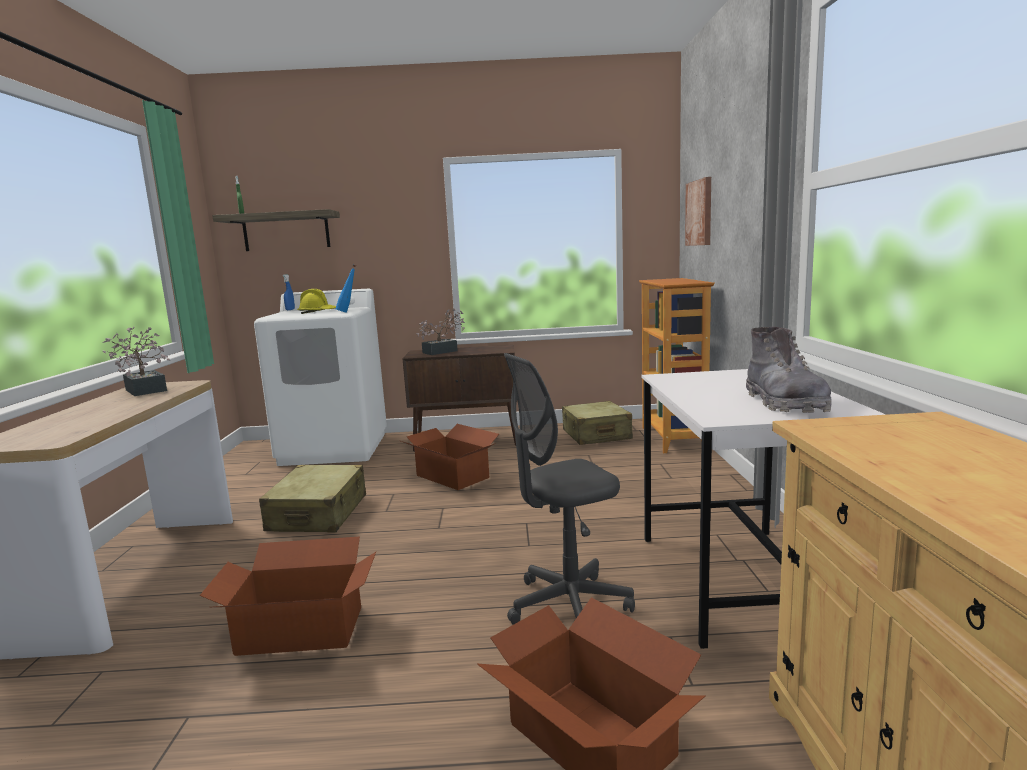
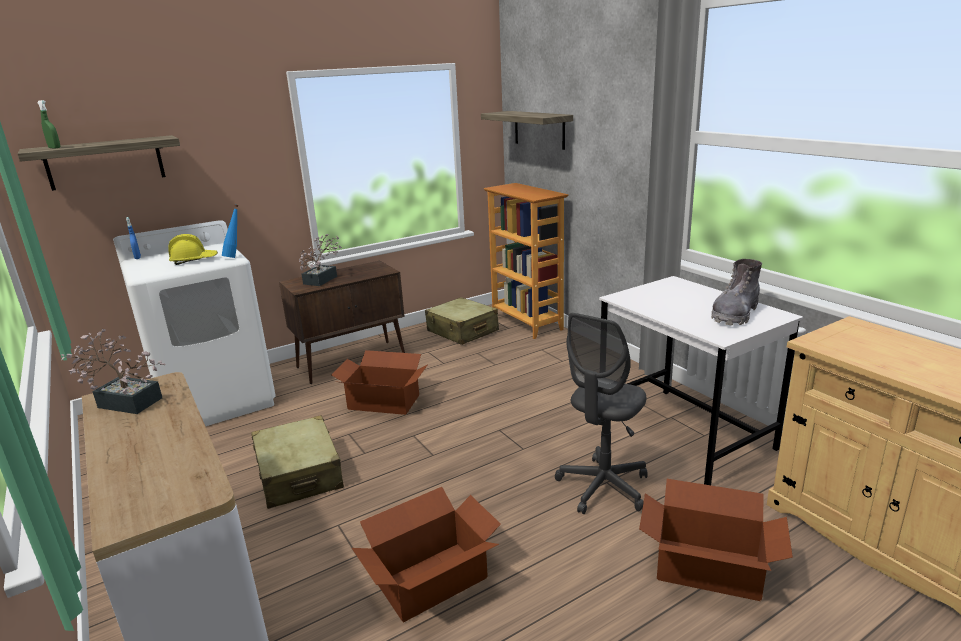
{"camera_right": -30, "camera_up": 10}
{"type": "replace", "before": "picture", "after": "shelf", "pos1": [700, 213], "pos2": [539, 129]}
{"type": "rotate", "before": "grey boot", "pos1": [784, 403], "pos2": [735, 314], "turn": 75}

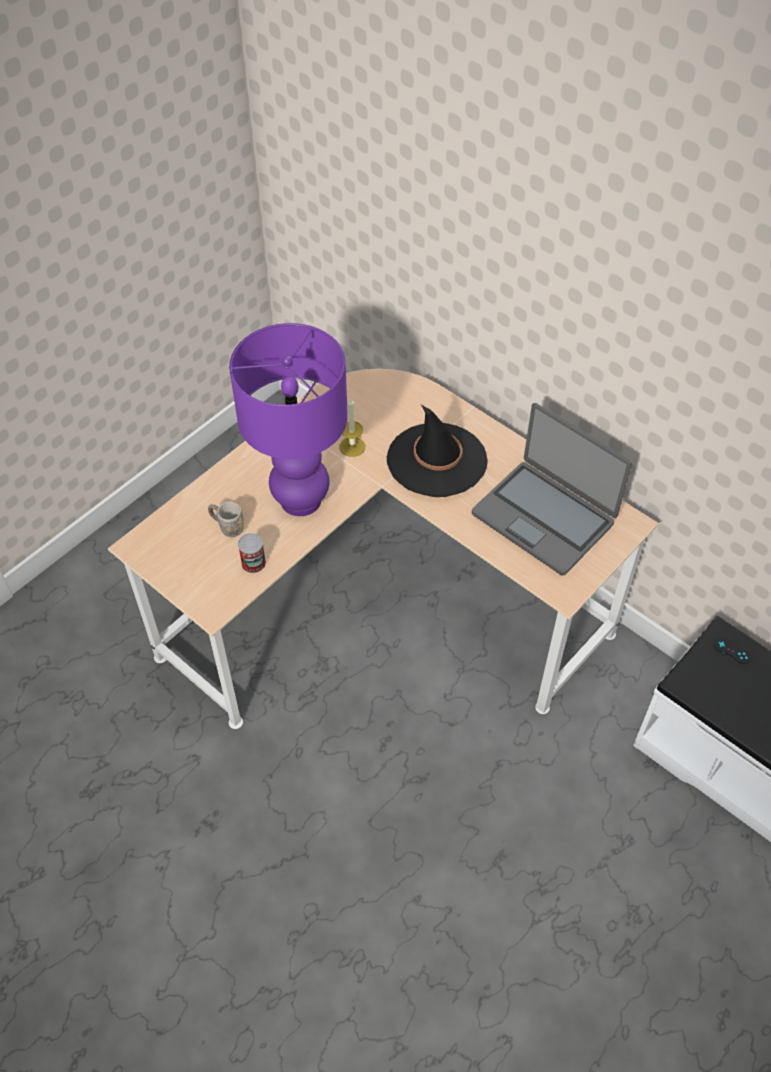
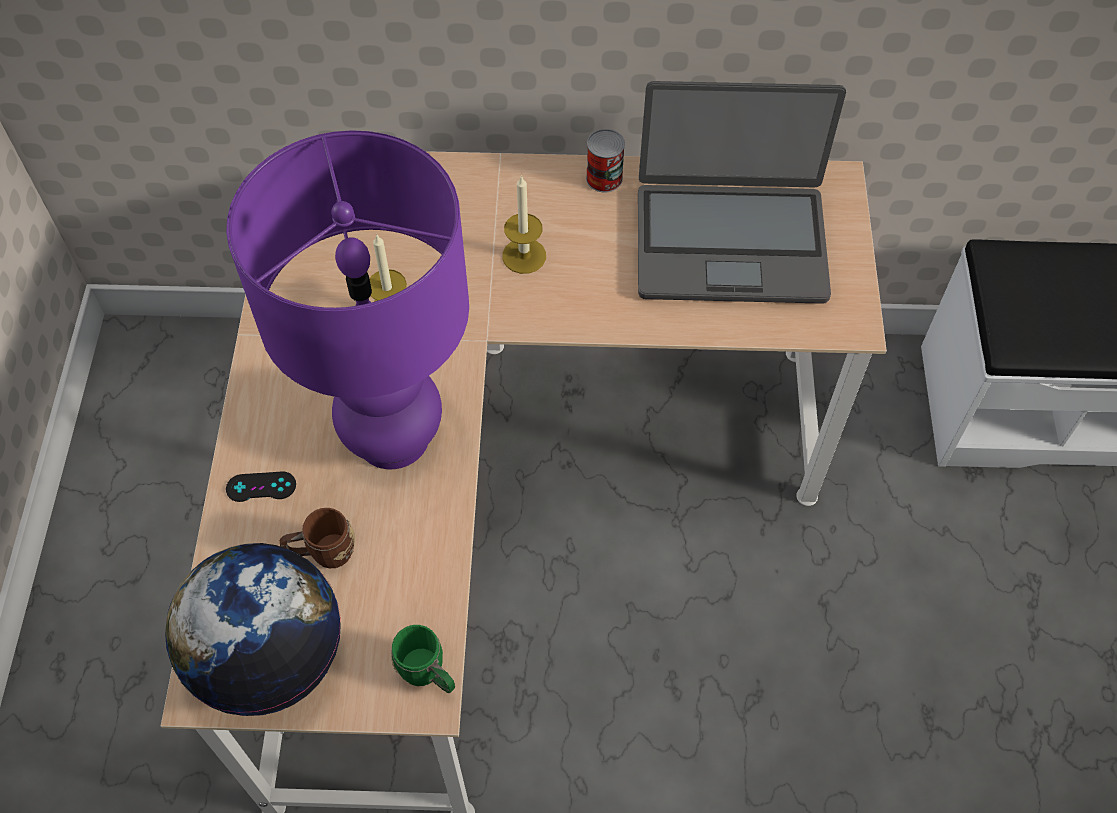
{"camera_right": -40, "camera_up": 5}
{"type": "insert", "after": "globe", "pos2": [270, 657]}
{"type": "insert", "after": "green mug", "pos2": [428, 674]}
{"type": "move", "before": "can", "pos1": [253, 563], "pos2": [604, 178]}
{"type": "move", "before": "black game controller", "pos1": [732, 650], "pos2": [261, 487]}
{"type": "replace", "before": "black hat", "after": "candle", "pos1": [436, 460], "pos2": [524, 256]}
{"type": "recolor", "before": "grey mug", "after": "brown mug", "pos1": [227, 527], "pos2": [323, 553]}

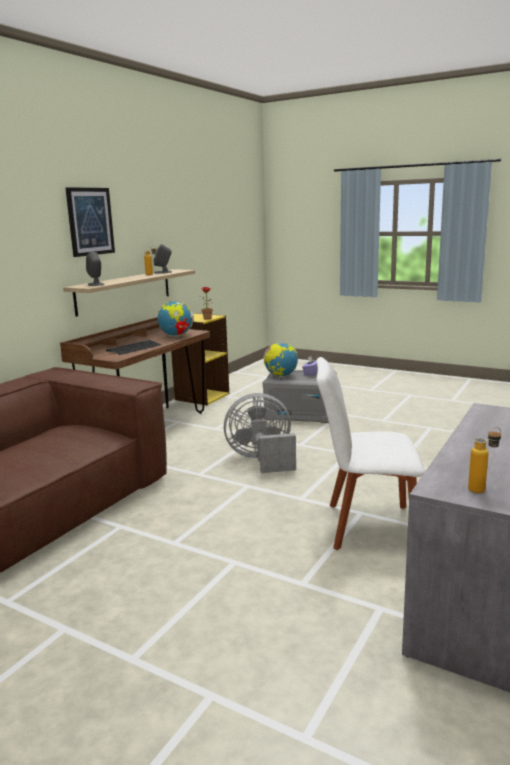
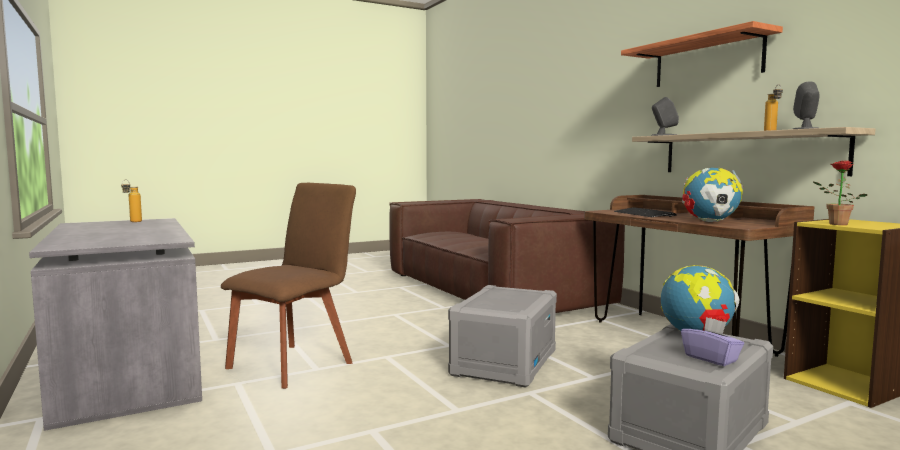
{"camera_right": 120, "camera_up": -10}
{"type": "replace", "before": "picture", "after": "shelf", "pos1": [90, 221], "pos2": [707, 61]}
{"type": "replace", "before": "grey fan", "after": "grey storage box", "pos1": [262, 460], "pos2": [504, 362]}
{"type": "recolor", "before": "white chair", "after": "brown chair", "pos1": [365, 526], "pos2": [294, 363]}

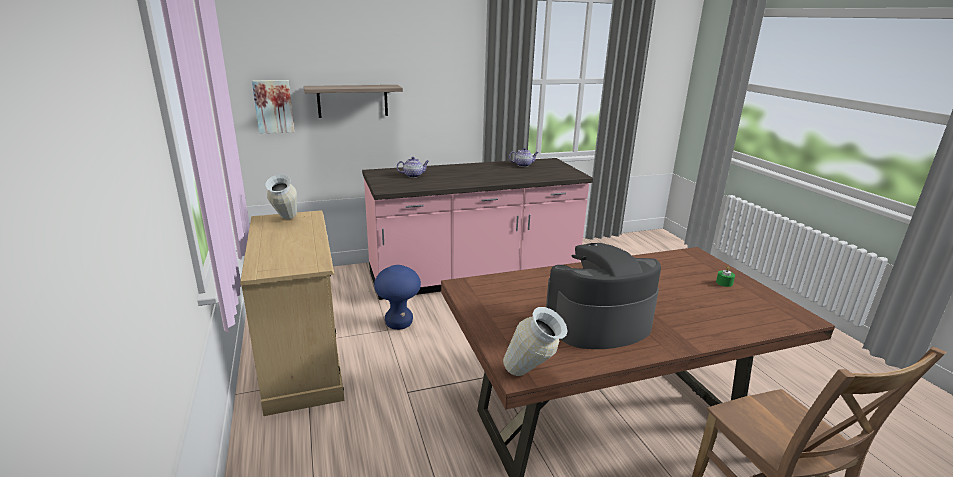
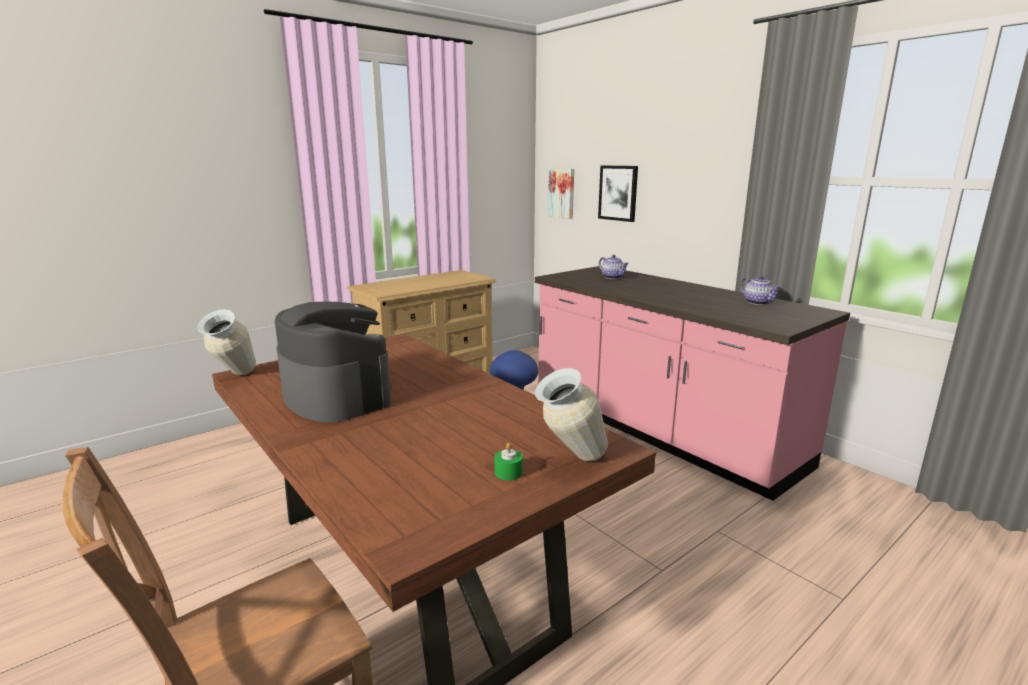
{"camera_right": 70, "camera_up": -5}
{"type": "move", "before": "vase", "pos1": [285, 222], "pos2": [569, 461]}
{"type": "replace", "before": "shelf", "after": "picture", "pos1": [352, 101], "pos2": [618, 193]}

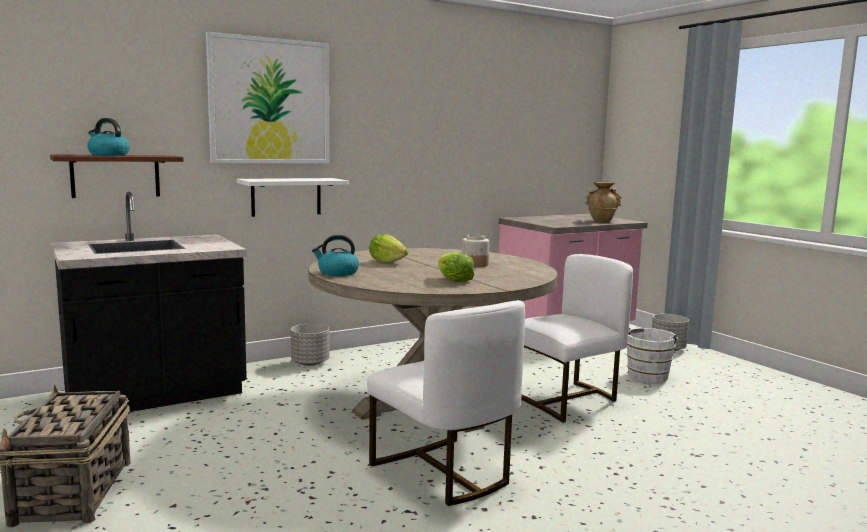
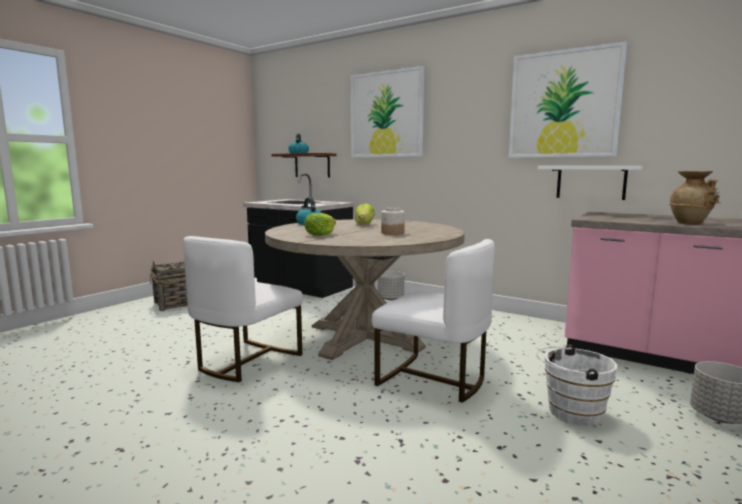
{"camera_right": 65, "camera_up": 0}
{"type": "insert", "after": "picture", "pos2": [564, 104]}
{"type": "move", "before": "white shelf", "pos1": [286, 196], "pos2": [591, 182]}

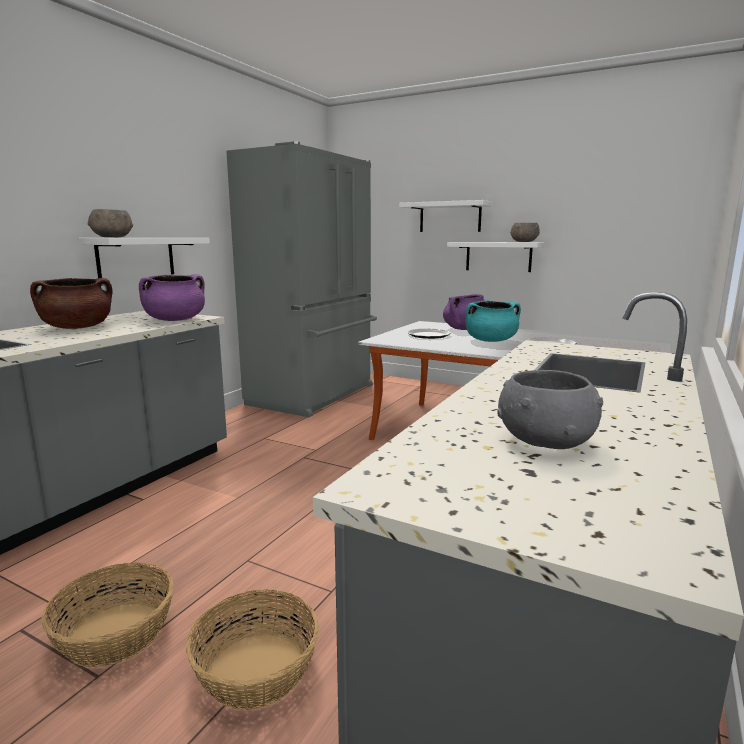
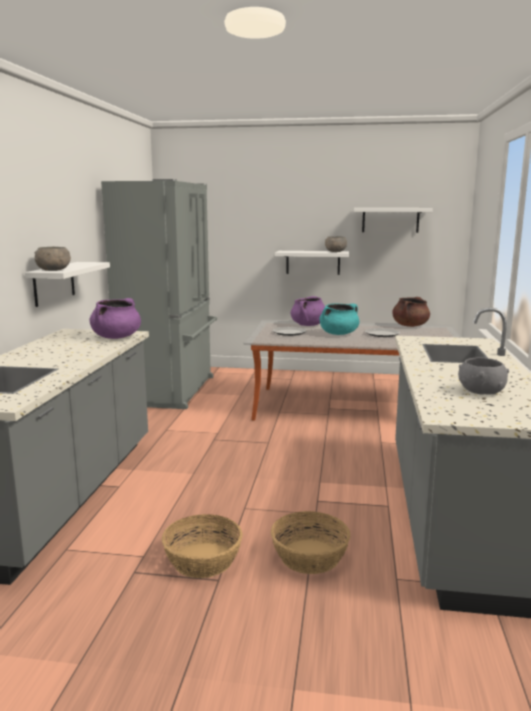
{"camera_right": -20, "camera_up": 0}
{"type": "move", "before": "brown cooking pot", "pos1": [77, 327], "pos2": [410, 325]}
{"type": "move", "before": "white shelf", "pos1": [450, 217], "pos2": [390, 220]}

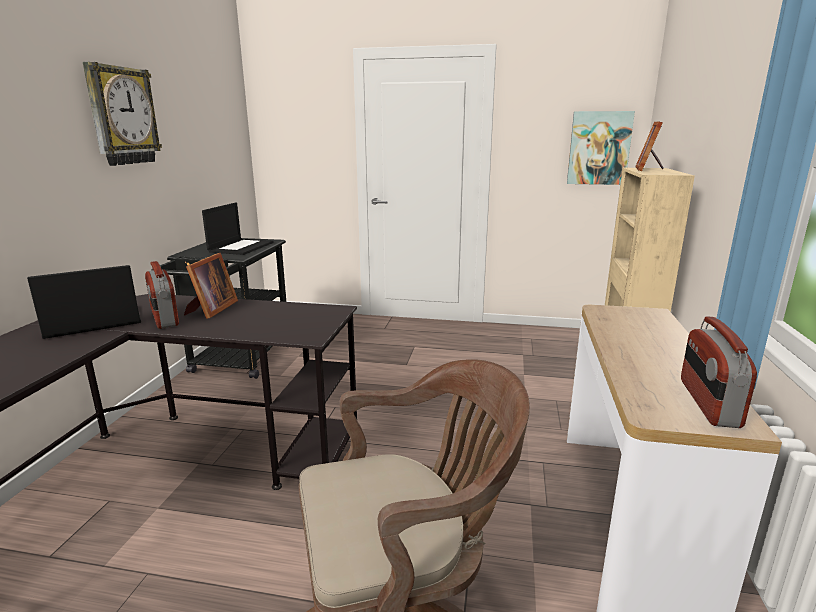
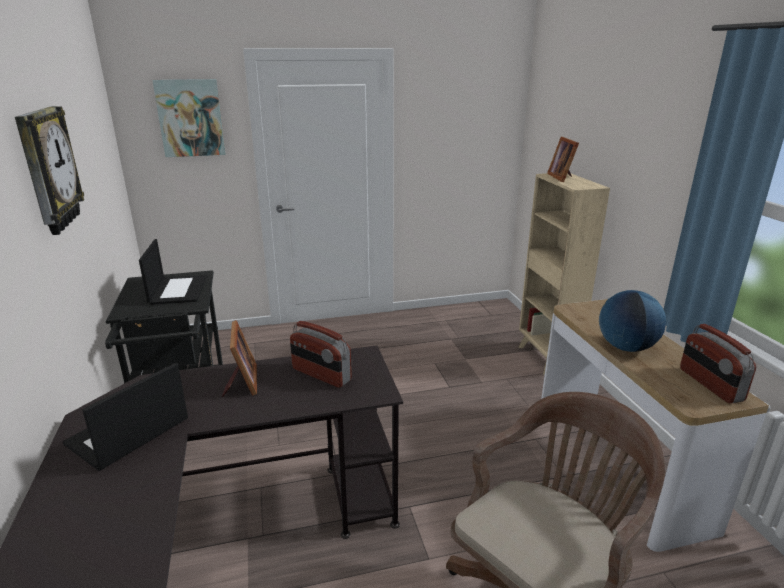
{"camera_right": -25, "camera_up": 5}
{"type": "insert", "after": "globe", "pos2": [626, 347]}
{"type": "move", "before": "radio", "pos1": [164, 318], "pos2": [321, 375]}
{"type": "move", "before": "picture", "pos1": [599, 148], "pos2": [190, 118]}

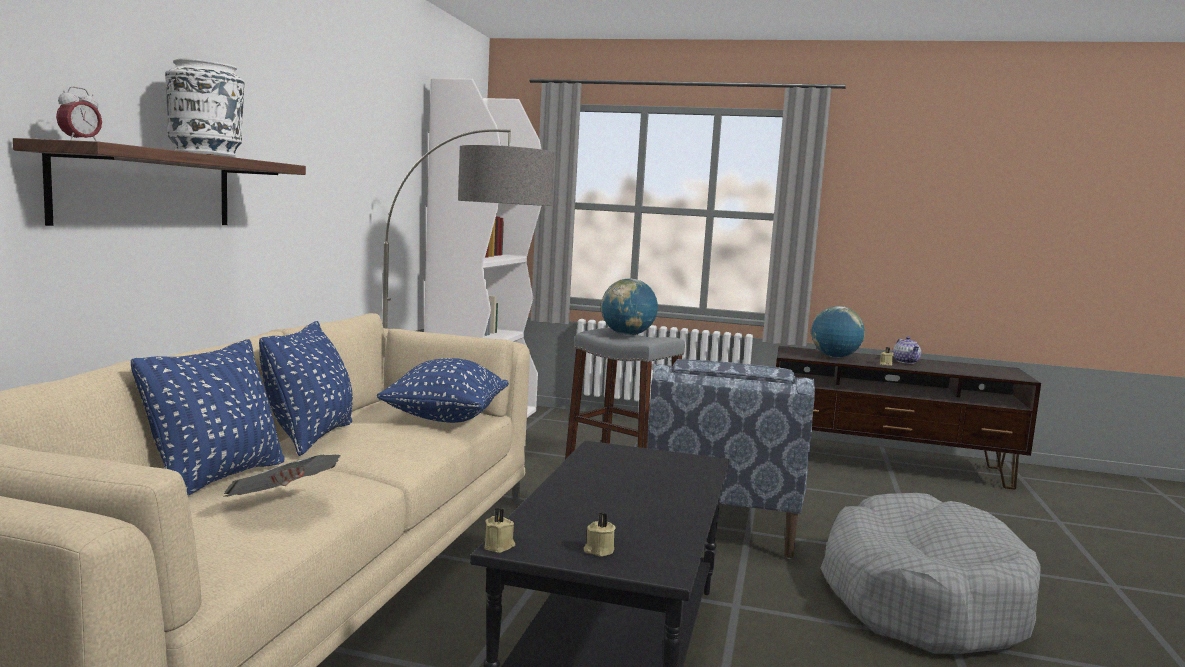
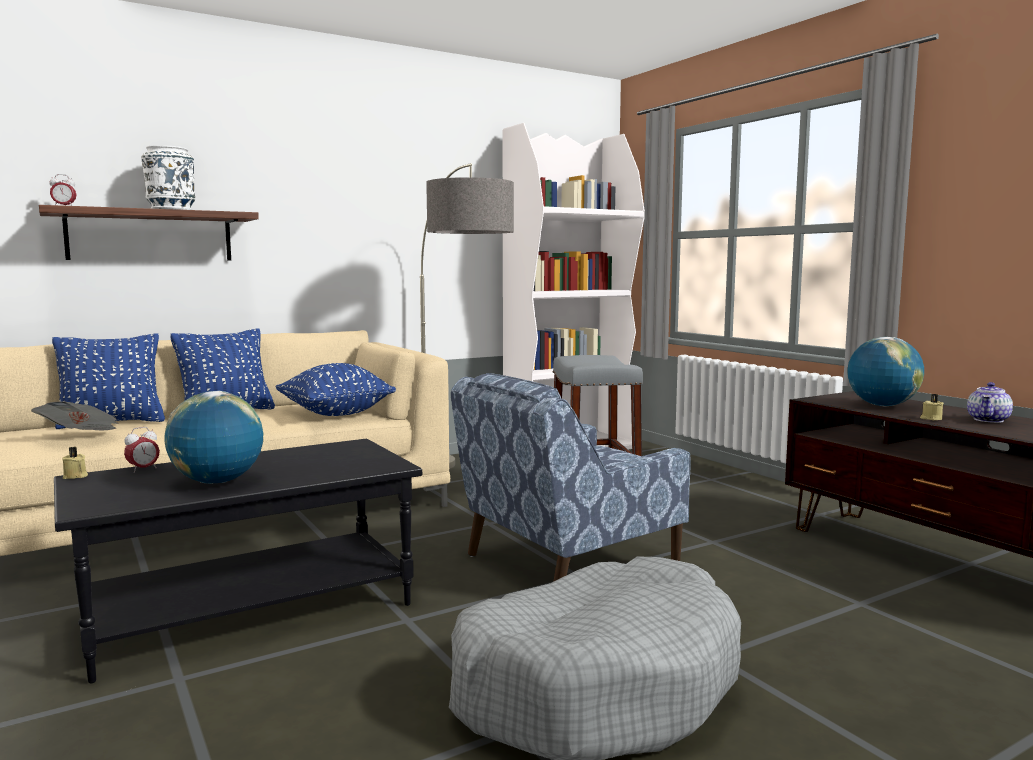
{"camera_right": 45, "camera_up": 0}
{"type": "delete", "before": "beige candle", "pos1": [598, 550]}
{"type": "insert", "after": "alarm clock", "pos2": [143, 469]}
{"type": "move", "before": "globe", "pos1": [627, 335], "pos2": [217, 482]}

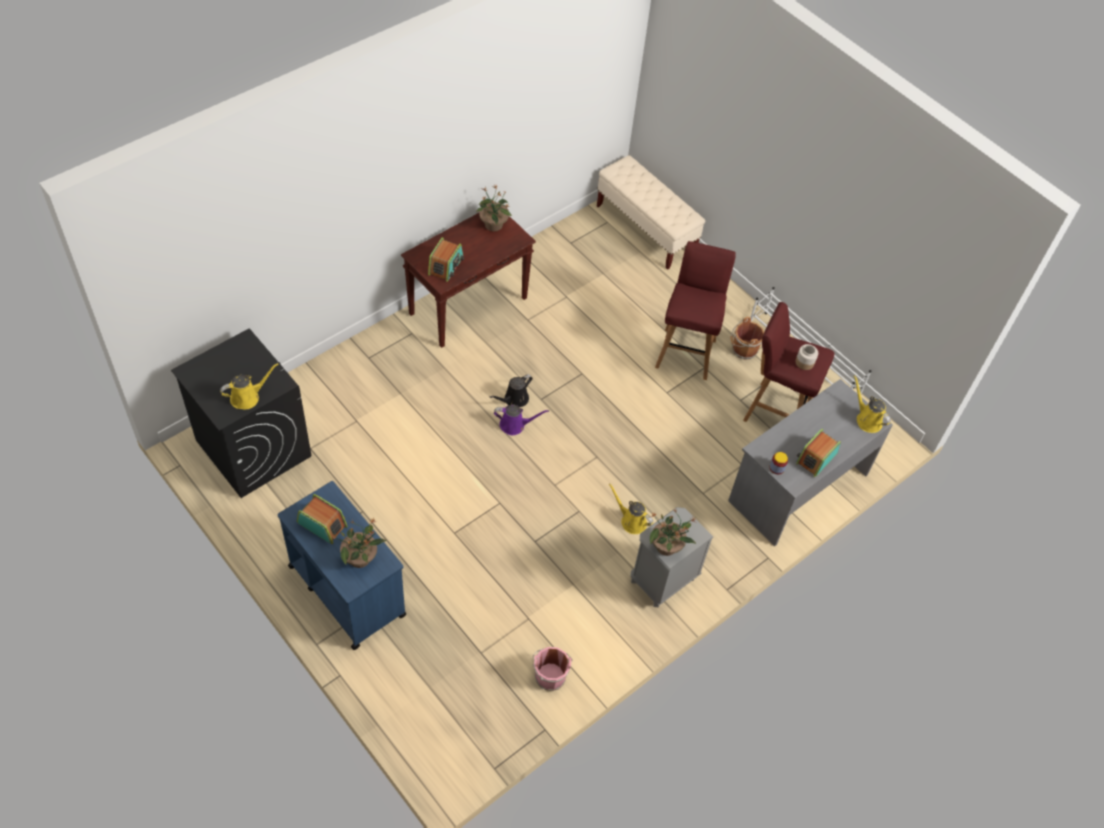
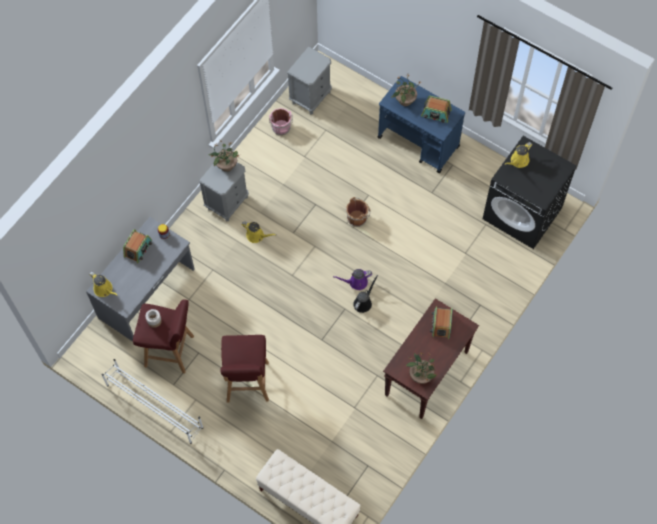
{"camera_right": 170, "camera_up": 10}
{"type": "insert", "after": "grey nightstand", "pos2": [311, 97]}
{"type": "move", "before": "brown bucket", "pos1": [743, 350], "pos2": [357, 218]}

